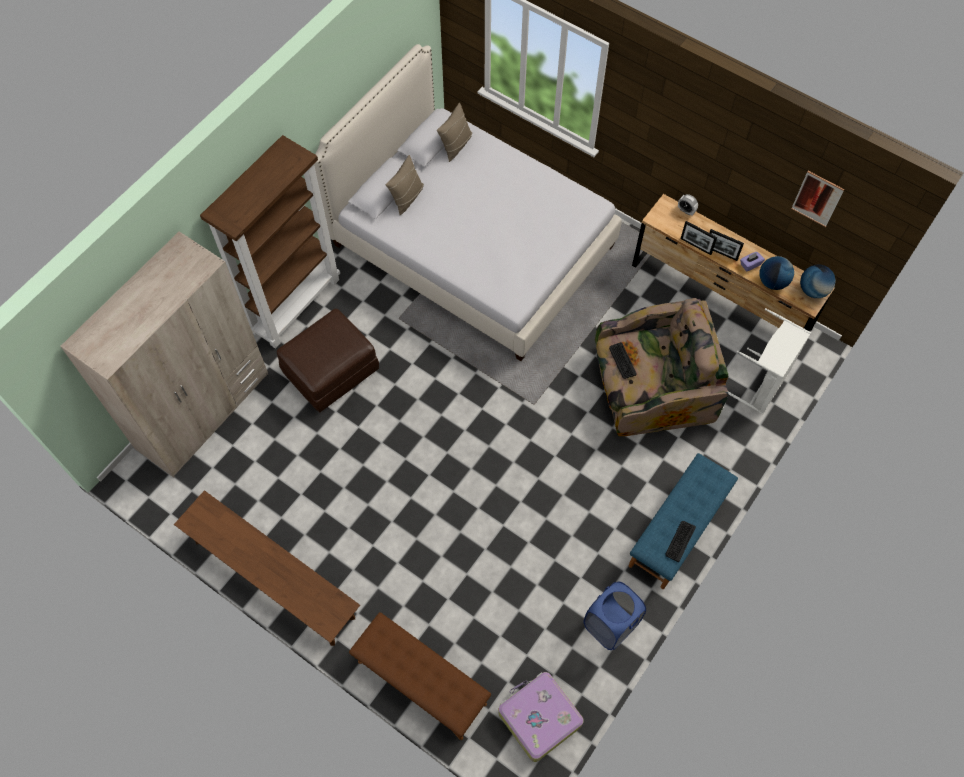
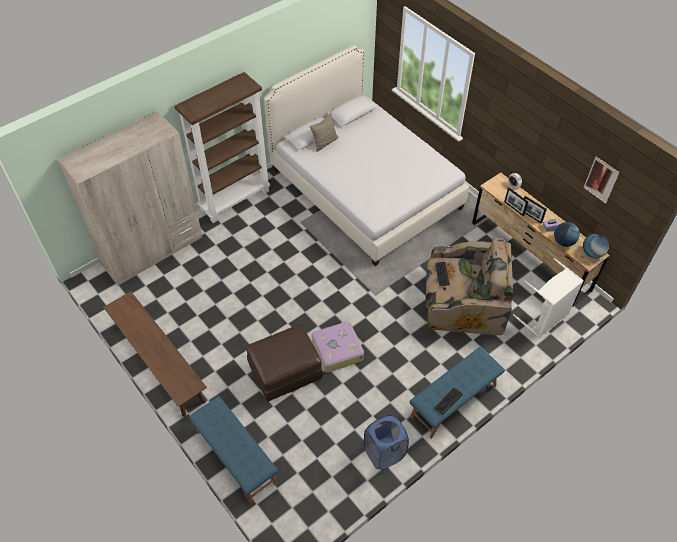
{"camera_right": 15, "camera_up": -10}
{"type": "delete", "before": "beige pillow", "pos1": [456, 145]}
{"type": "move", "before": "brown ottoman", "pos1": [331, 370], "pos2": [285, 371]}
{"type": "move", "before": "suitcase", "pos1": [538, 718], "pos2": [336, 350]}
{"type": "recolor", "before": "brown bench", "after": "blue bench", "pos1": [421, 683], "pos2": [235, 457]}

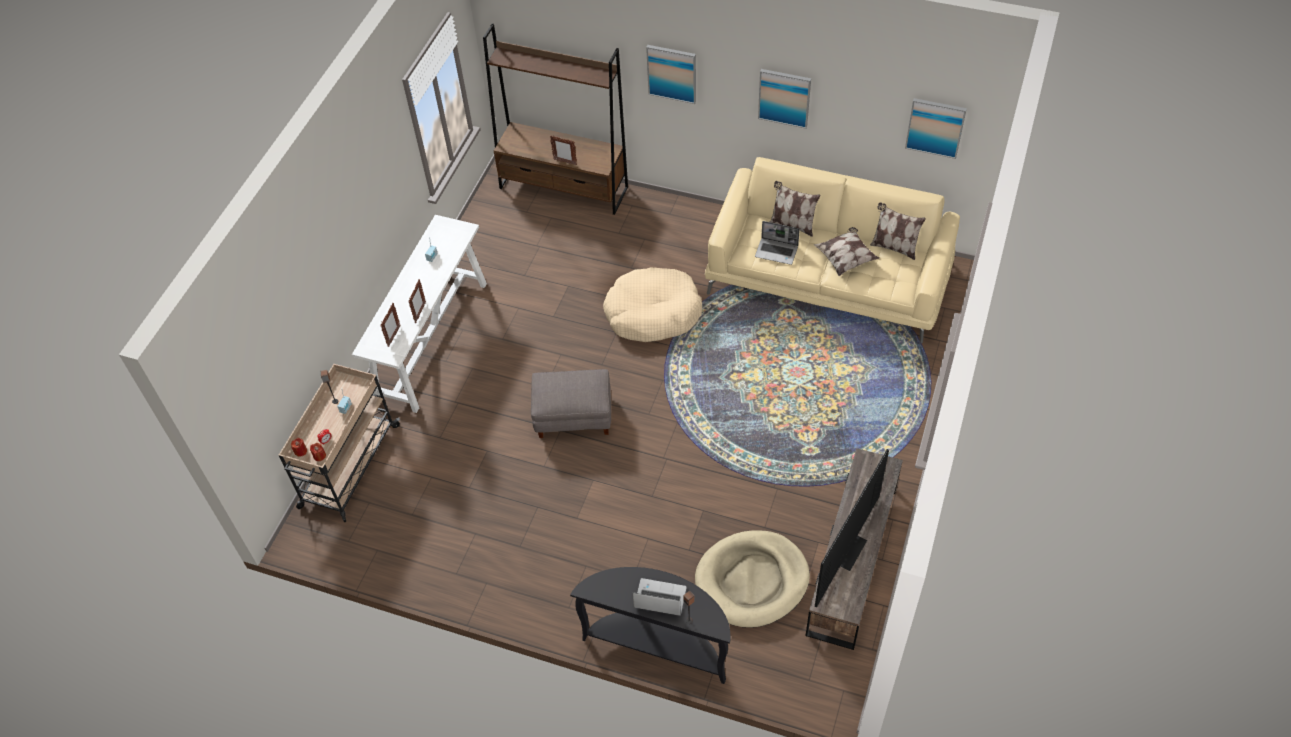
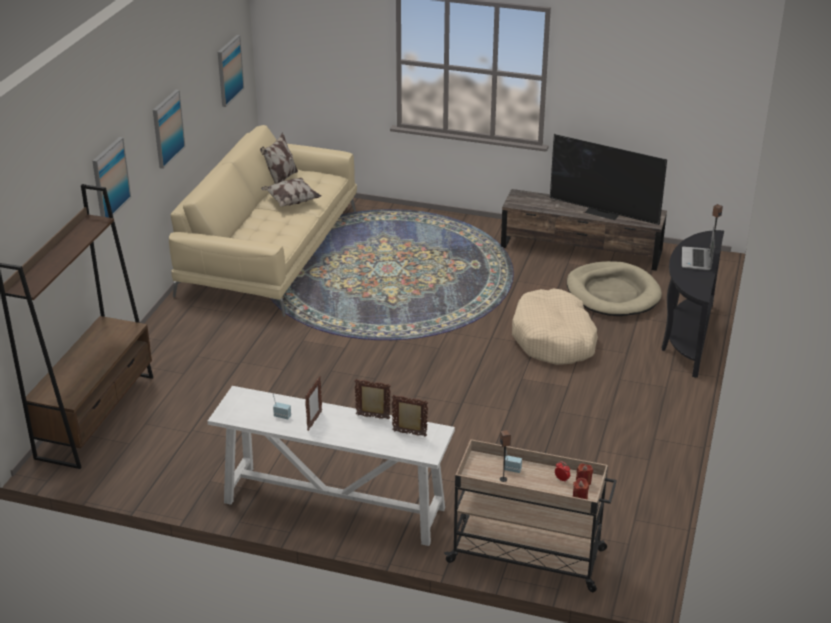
{"camera_right": -95, "camera_up": -20}
{"type": "delete", "before": "grey ottoman", "pos1": [574, 414]}
{"type": "delete", "before": "laptop", "pos1": [777, 251]}
{"type": "delete", "before": "pillow", "pos1": [792, 225]}
{"type": "move", "before": "picture frame", "pos1": [565, 162], "pos2": [314, 421]}
{"type": "move", "before": "beige dog bed", "pos1": [652, 313], "pos2": [554, 339]}

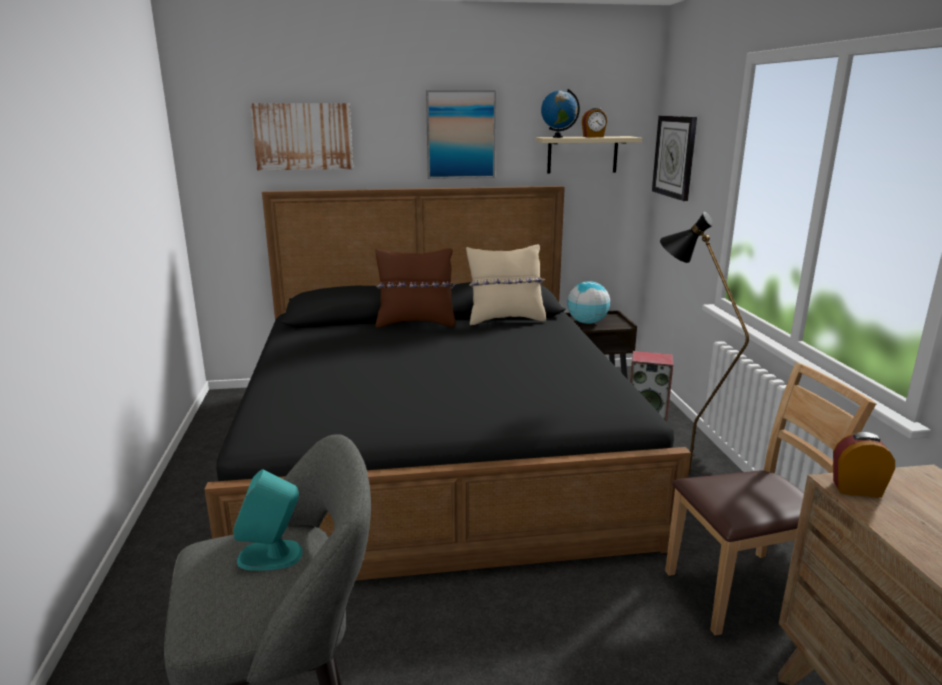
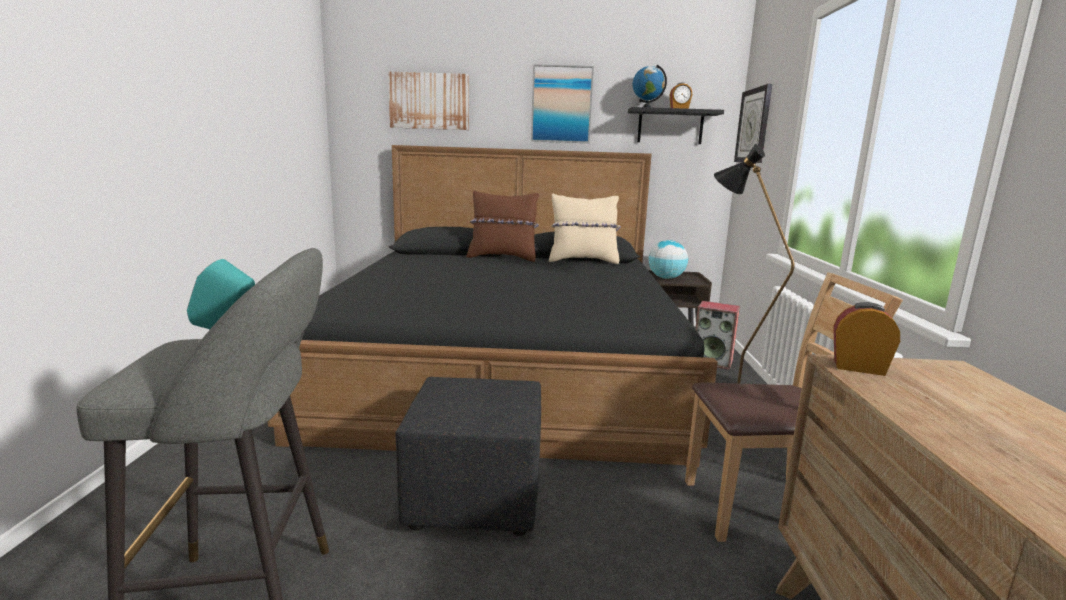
{"camera_right": 10, "camera_up": -5}
{"type": "insert", "after": "black ottoman", "pos2": [476, 498]}
{"type": "recolor", "before": "beige shelf", "after": "black shelf", "pos1": [582, 154], "pos2": [670, 127]}

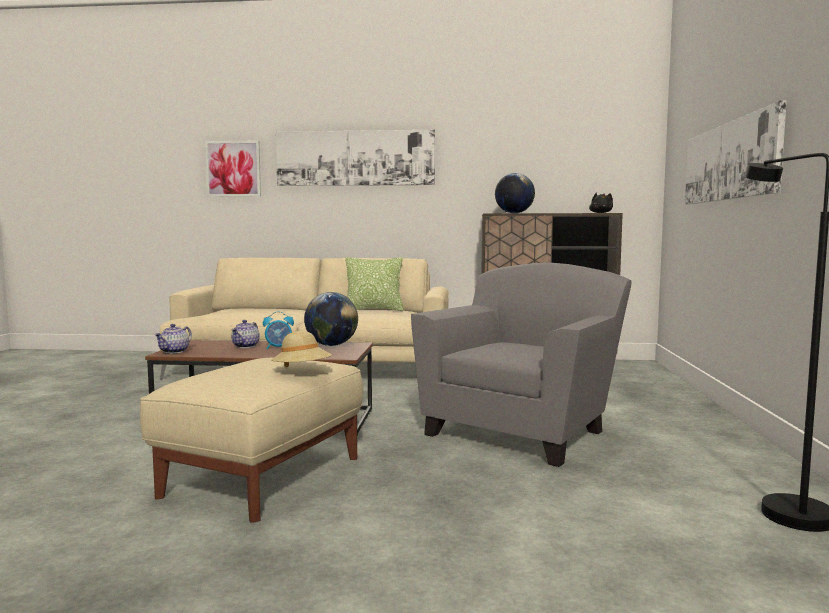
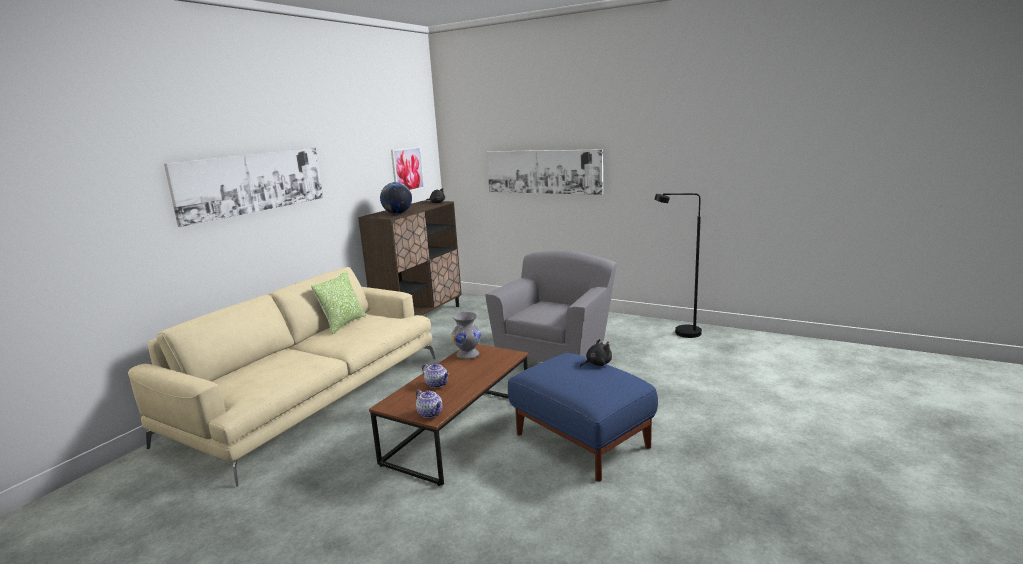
{"camera_right": -65, "camera_up": 10}
{"type": "delete", "before": "alarm clock", "pos1": [279, 348]}
{"type": "move", "before": "picture", "pos1": [233, 169], "pos2": [407, 169]}
{"type": "replace", "before": "beige hat", "after": "black plush toy", "pos1": [302, 372], "pos2": [597, 364]}
{"type": "replace", "before": "globe", "after": "grey vase", "pos1": [331, 345], "pos2": [467, 355]}
{"type": "recolor", "before": "beige ottoman", "after": "blue ottoman", "pos1": [265, 476], "pos2": [581, 439]}
{"type": "rotate", "before": "grey armchair", "pos1": [521, 431], "pos2": [555, 355], "turn": 60}

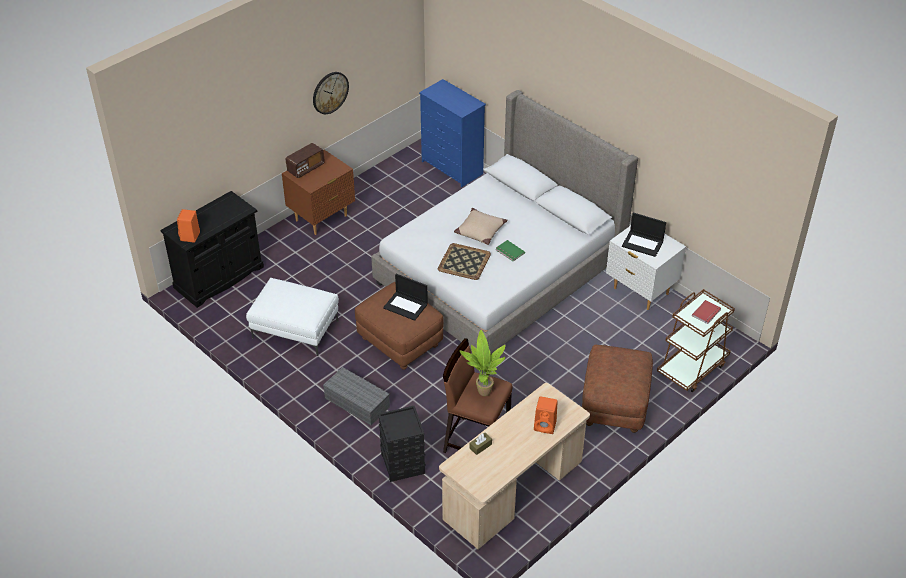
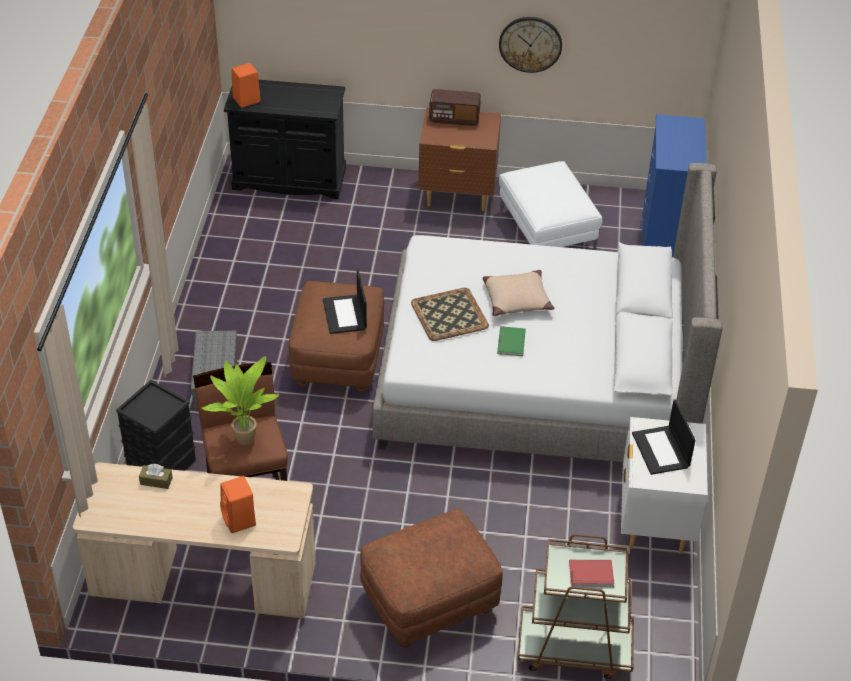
{"camera_right": 50, "camera_up": 0}
{"type": "move", "before": "white ottoman", "pos1": [294, 330], "pos2": [545, 231]}

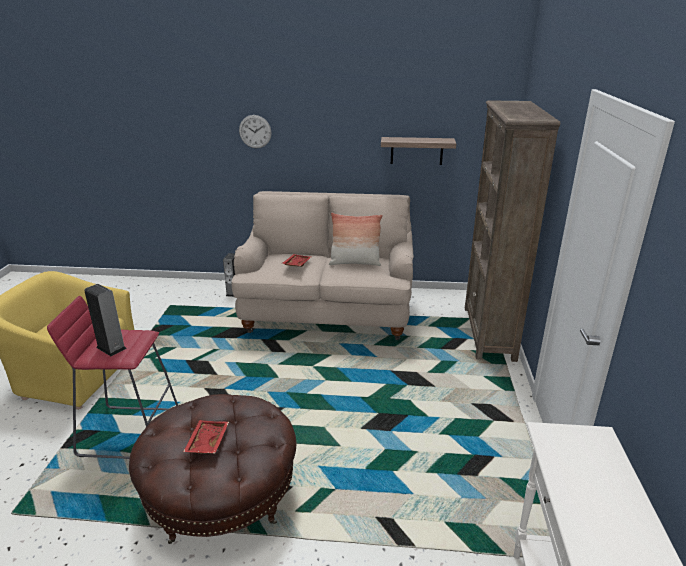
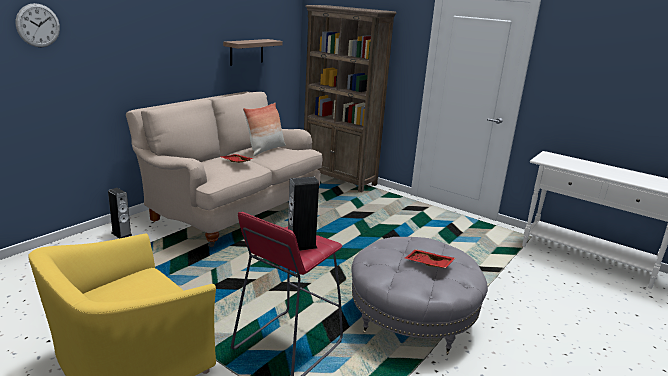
{"camera_right": -60, "camera_up": -5}
{"type": "move", "before": "wall clock", "pos1": [255, 131], "pos2": [38, 25]}
{"type": "recolor", "before": "brown ottoman", "after": "grey ottoman", "pos1": [221, 494], "pos2": [412, 318]}

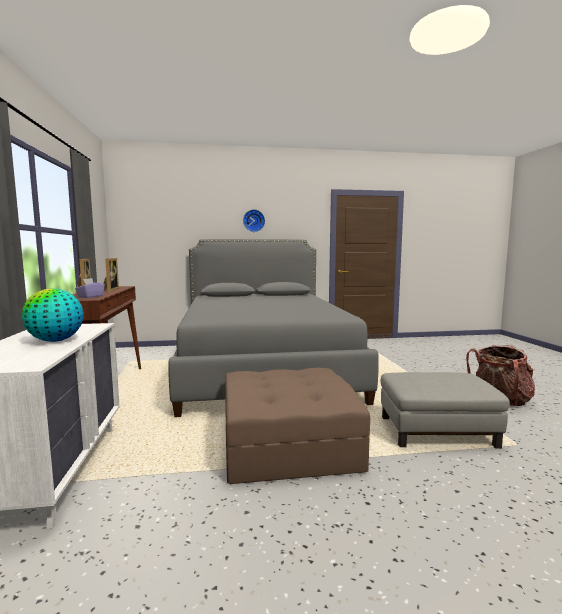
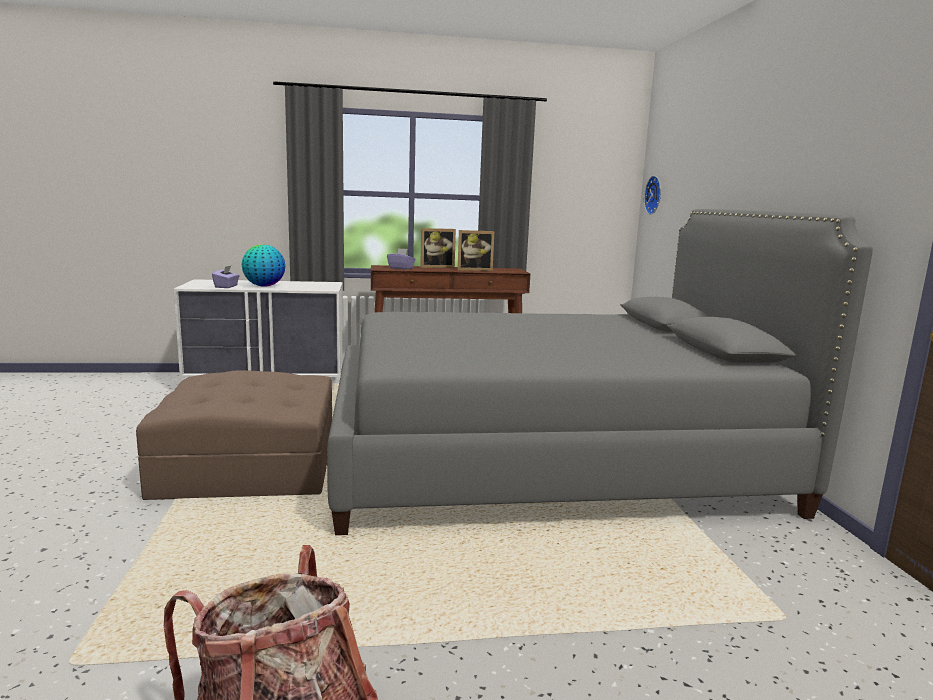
{"camera_right": 90, "camera_up": 5}
{"type": "delete", "before": "grey ottoman", "pos1": [436, 432]}
{"type": "insert", "after": "purple tissue box", "pos2": [226, 286]}
{"type": "move", "before": "wall clock", "pos1": [253, 220], "pos2": [655, 195]}

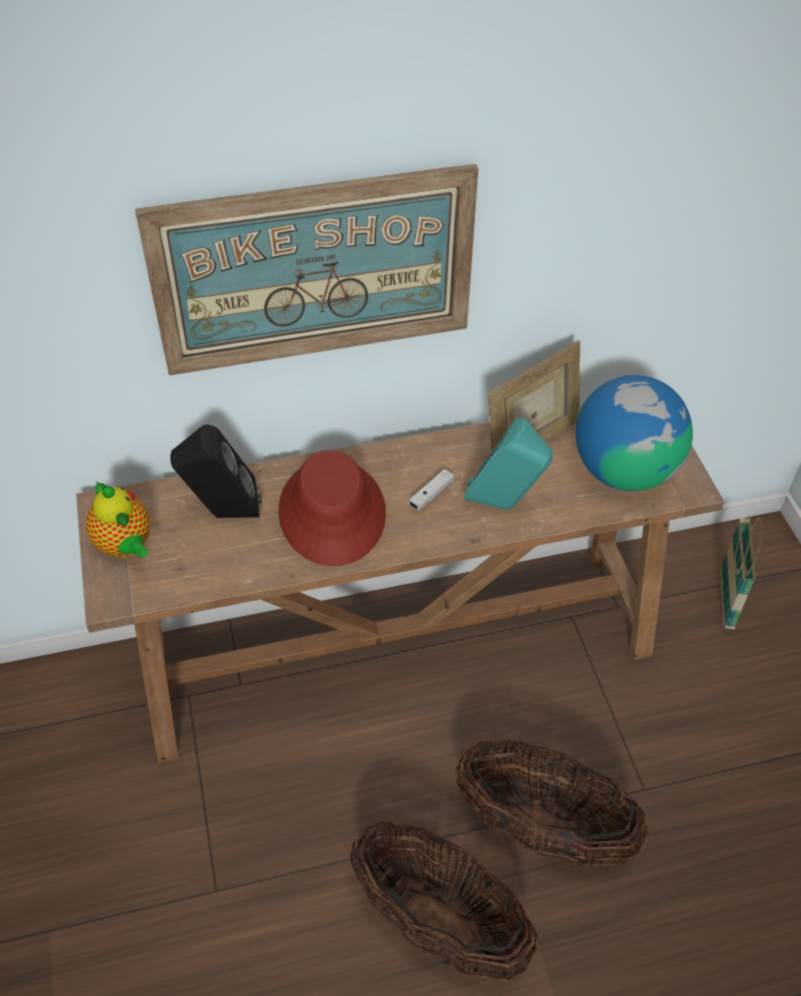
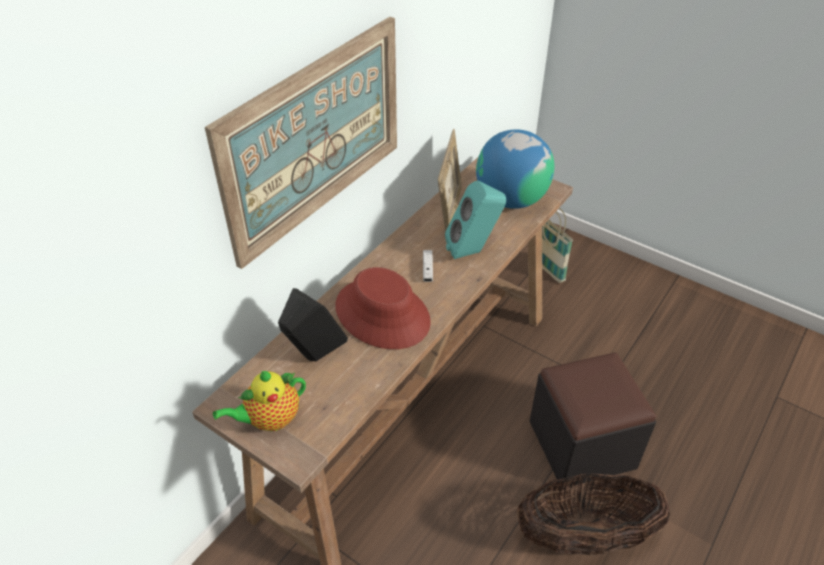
{"camera_right": -40, "camera_up": -5}
{"type": "replace", "before": "basket", "after": "black ottoman", "pos1": [542, 829], "pos2": [582, 444]}
{"type": "rotate", "before": "teapot", "pos1": [125, 546], "pos2": [270, 420], "turn": 135}

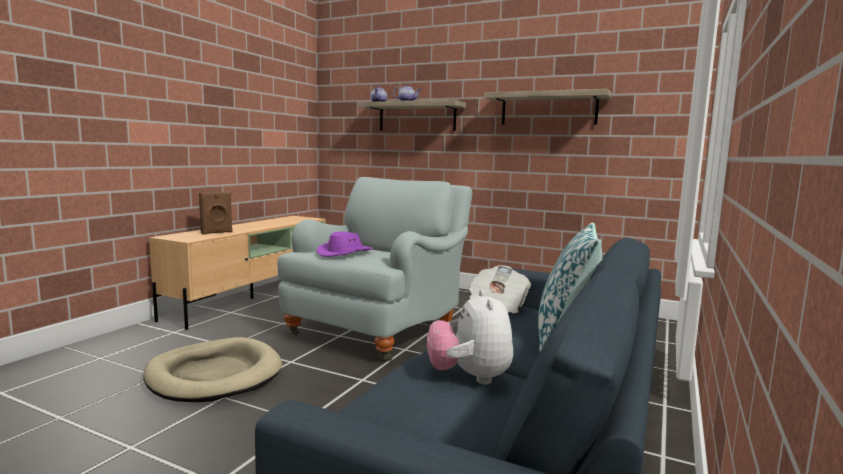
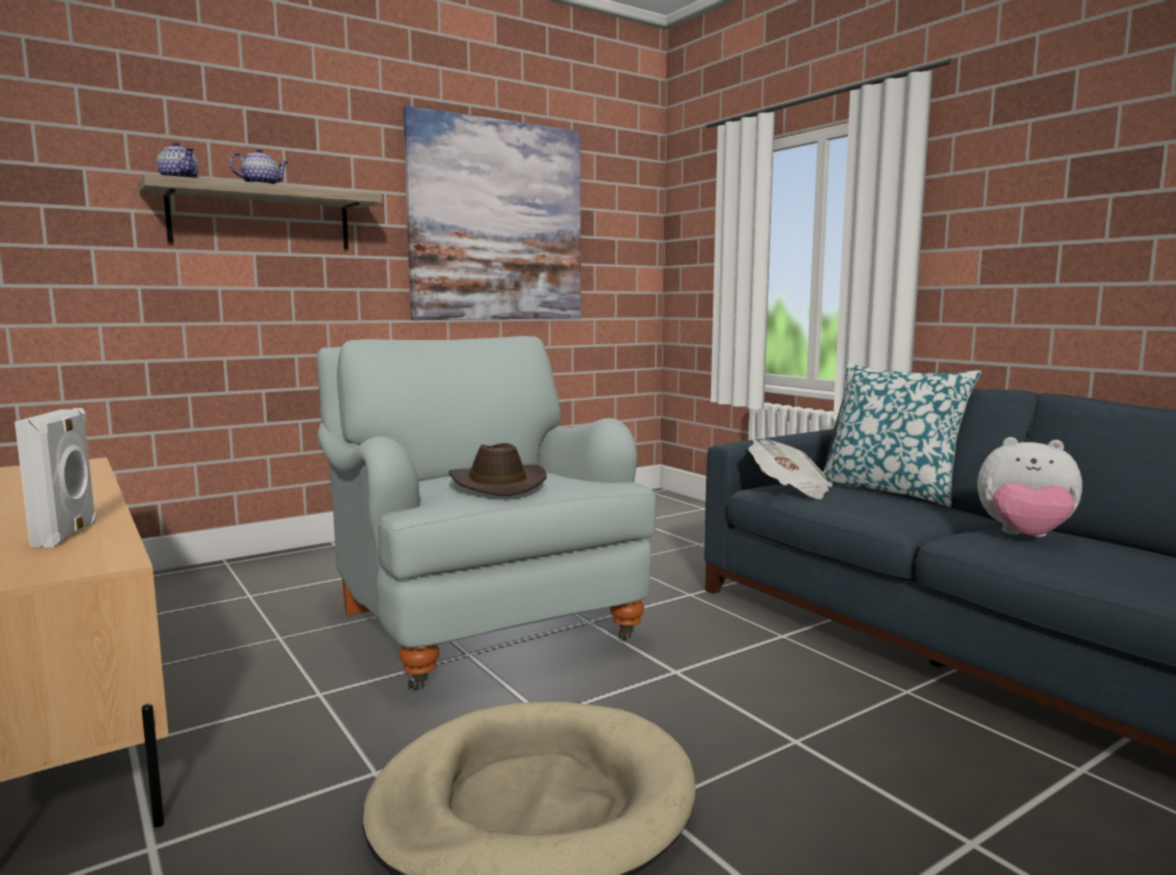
{"camera_right": -60, "camera_up": 0}
{"type": "replace", "before": "shelf", "after": "picture", "pos1": [548, 109], "pos2": [497, 221]}
{"type": "recolor", "before": "brown speaker", "after": "white speaker", "pos1": [217, 233], "pos2": [67, 534]}
{"type": "recolor", "before": "purple hat", "after": "brown hat", "pos1": [345, 253], "pos2": [495, 484]}

